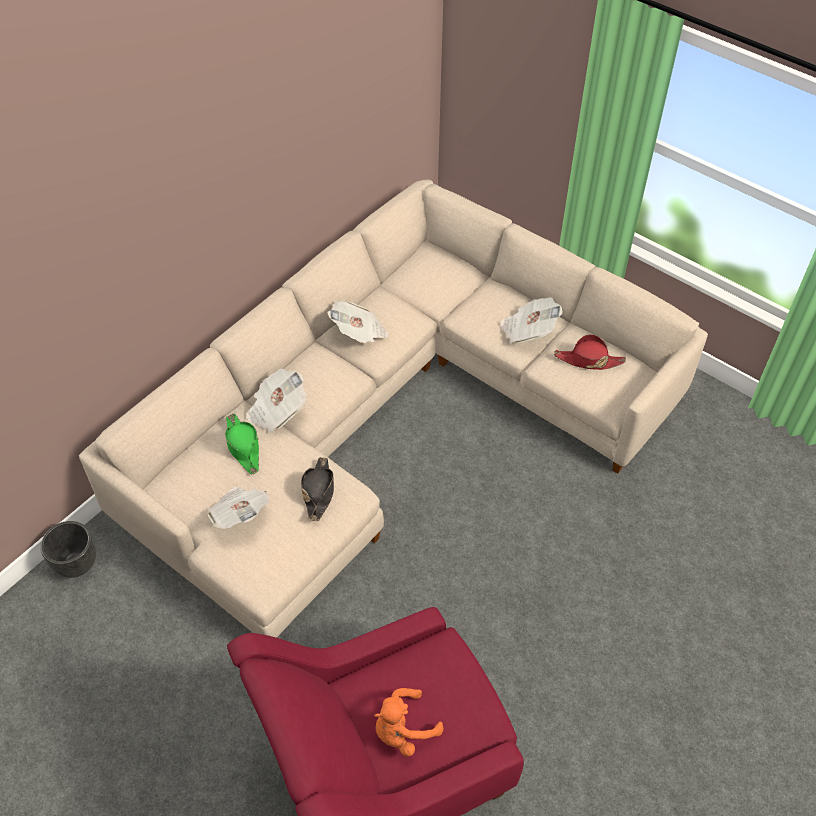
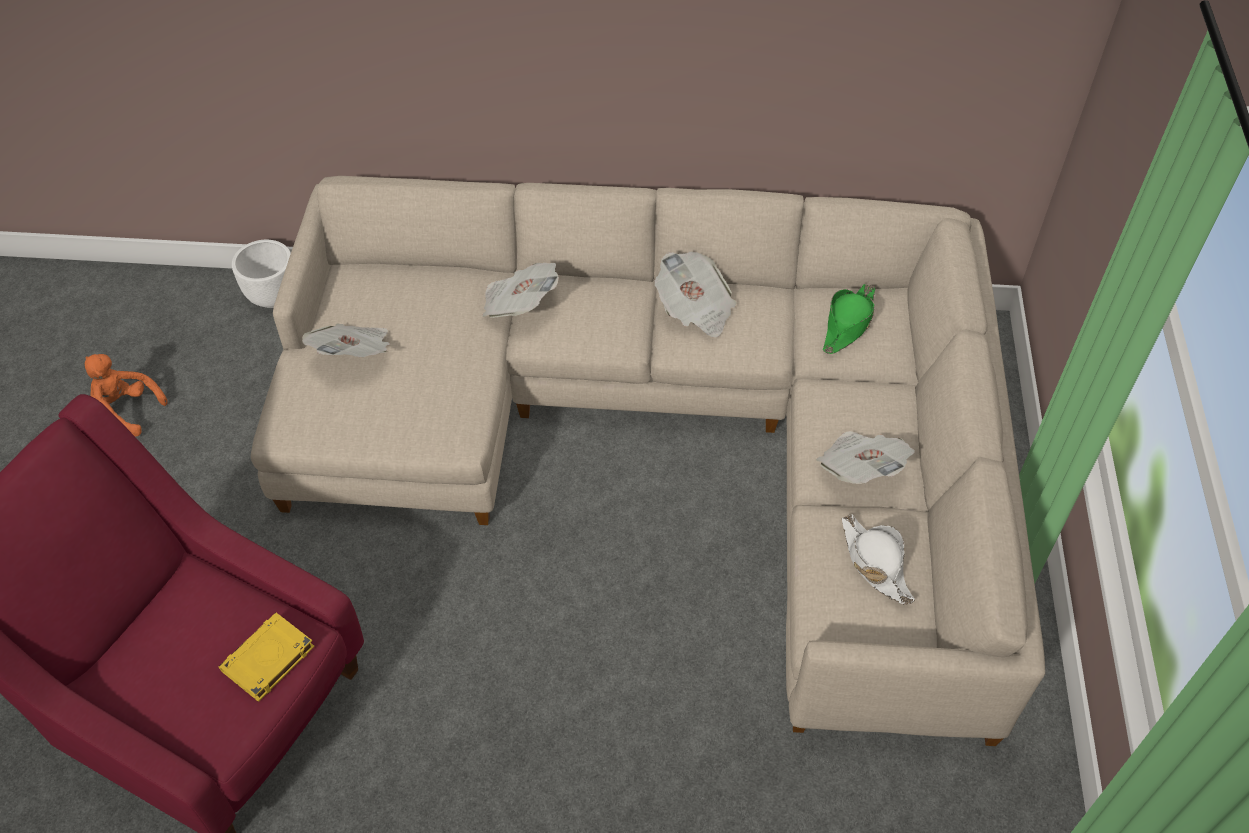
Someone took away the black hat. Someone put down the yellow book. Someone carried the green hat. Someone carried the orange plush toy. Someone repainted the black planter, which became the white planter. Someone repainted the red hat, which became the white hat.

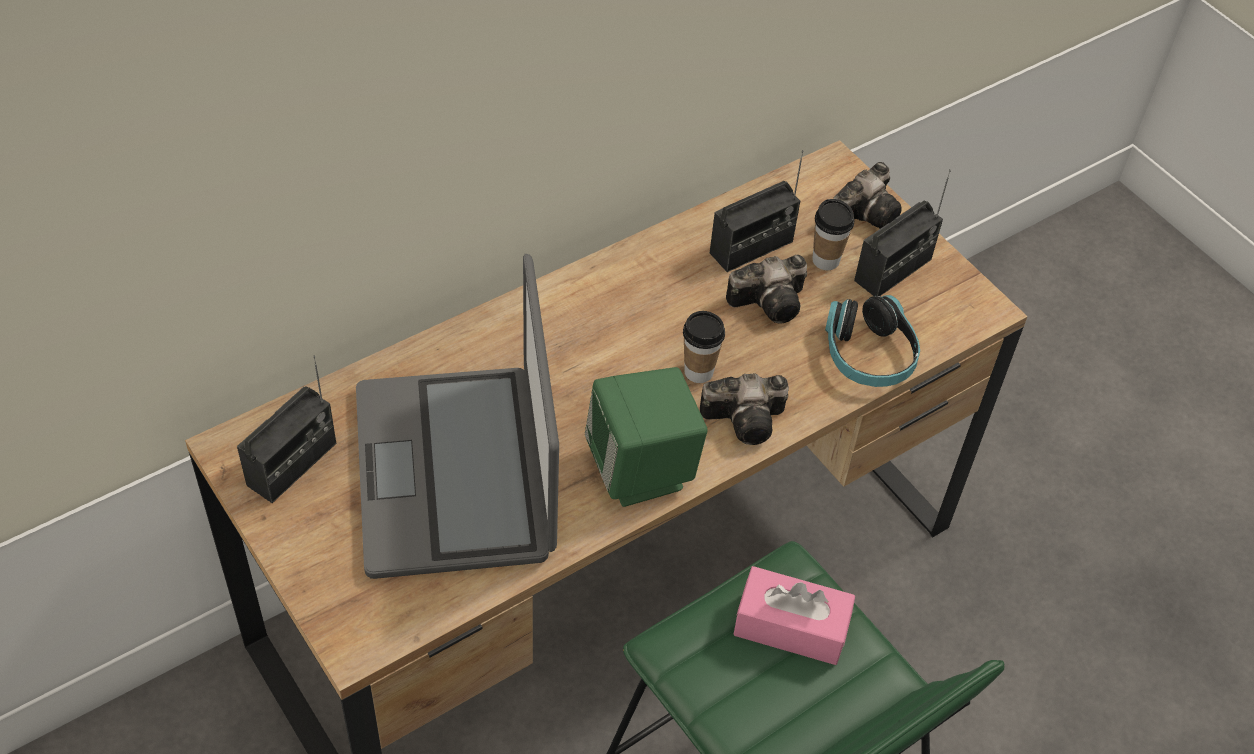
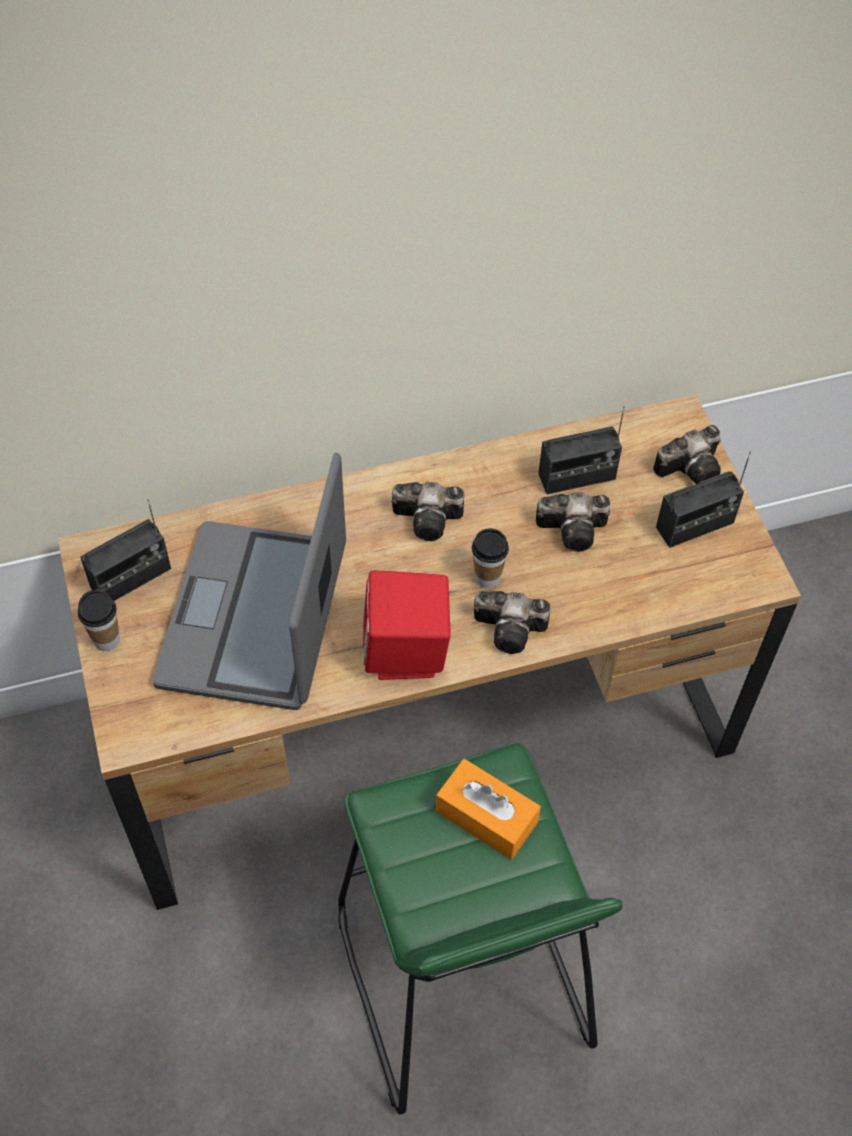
Someone took away the headphones. Someone put down the photo camera (no. 1 from left). Someone carried the cup (no. 2 from left in the first image). Someone repainted the green speaker, which became the red speaker. Someone repainted the pink tissue box, which became the orange tissue box.

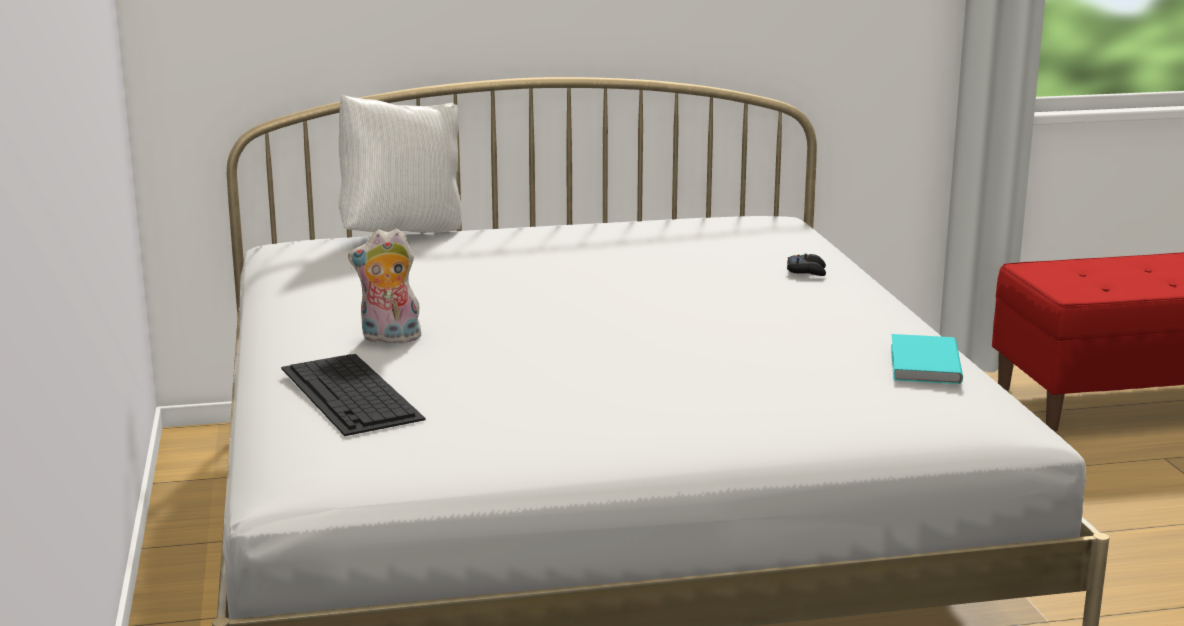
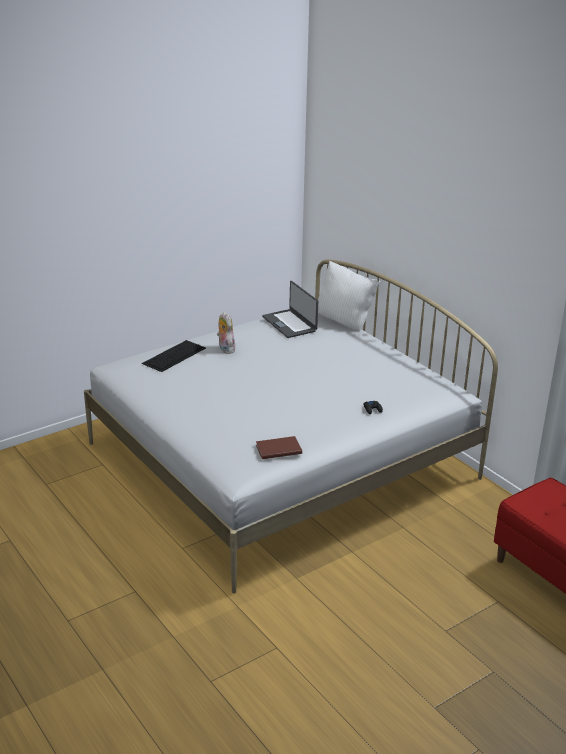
Someone put down the laptop. Someone repainted the turquoise book, which became the brown book.

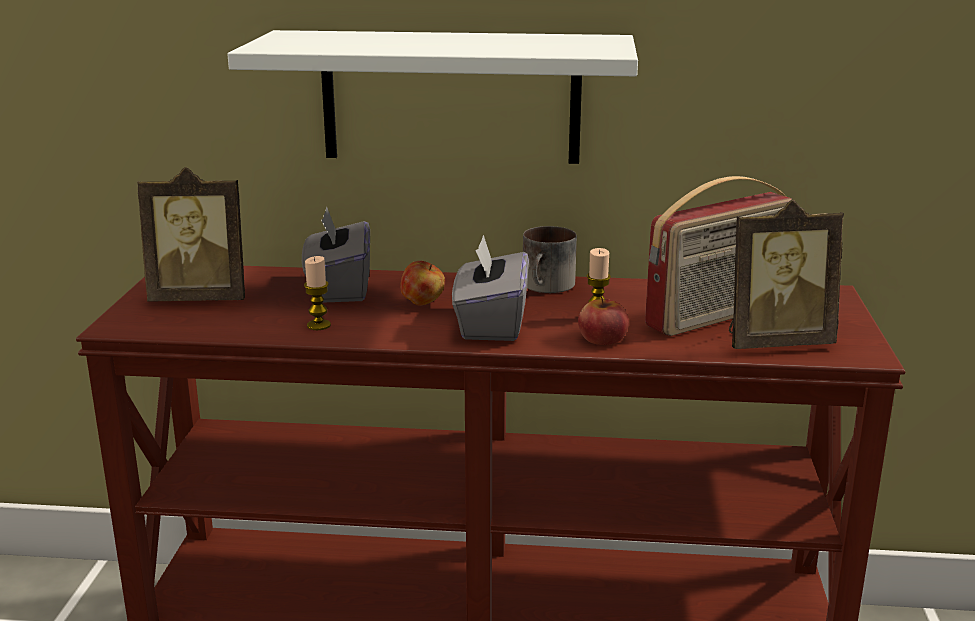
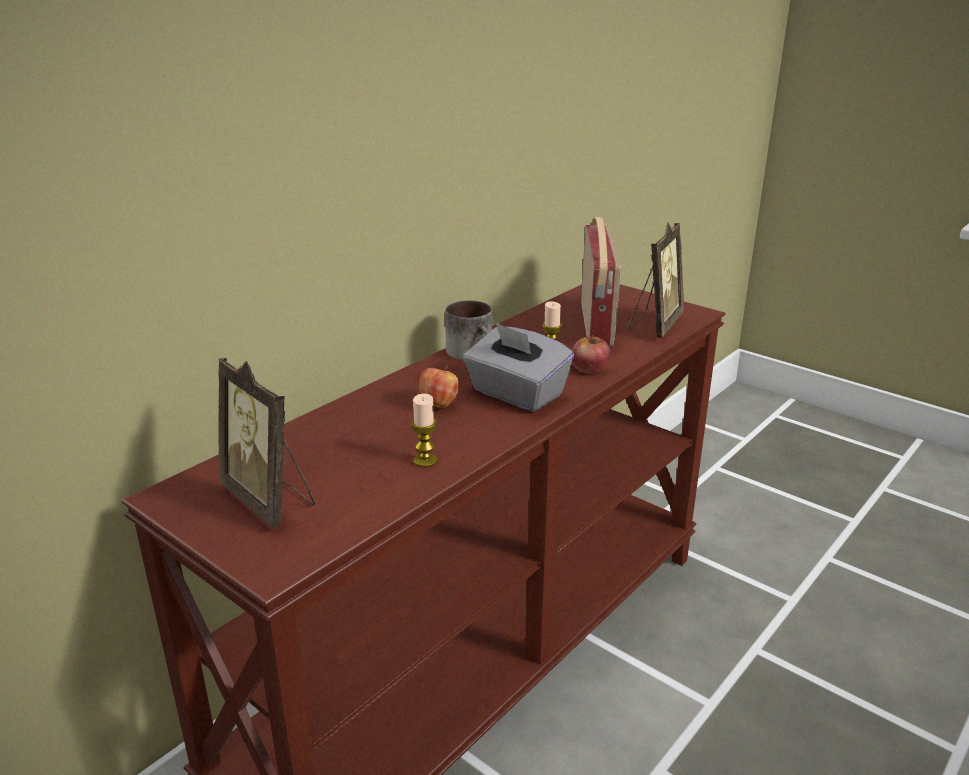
Someone took away the white shelf. Someone took away the grey tissue box (no. 1 from left). Someone rotated the picture frame (no. 1 from left) by 105 degrees clockwise.

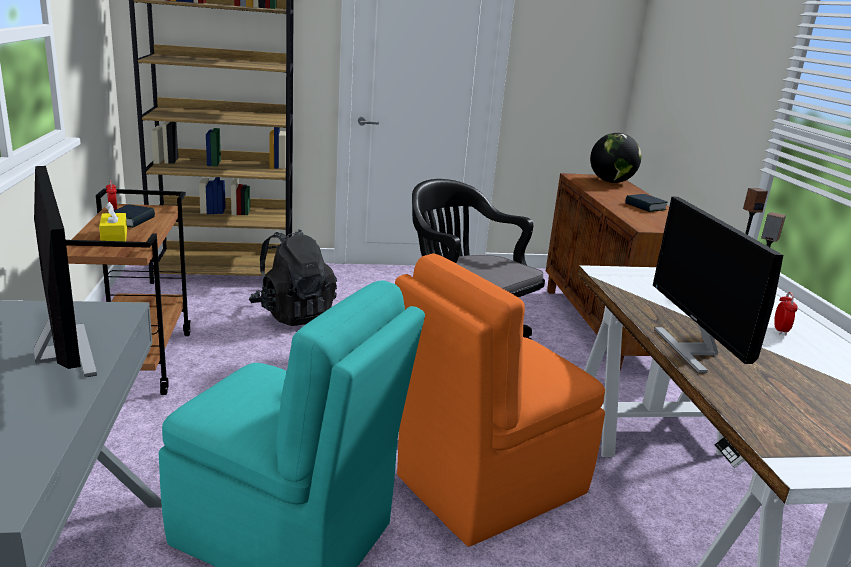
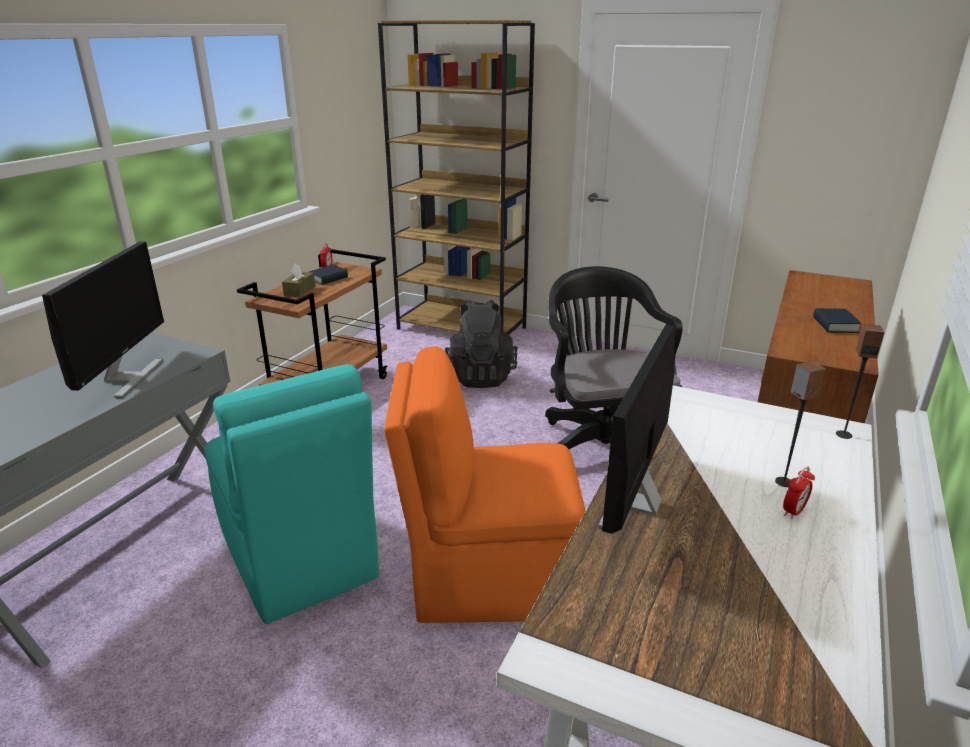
Someone took away the globe. Someone repainted the yellow tissue box, which became the brown tissue box.

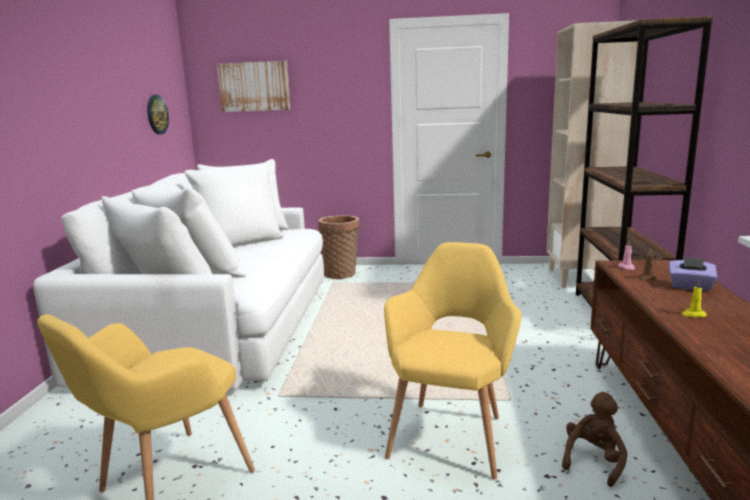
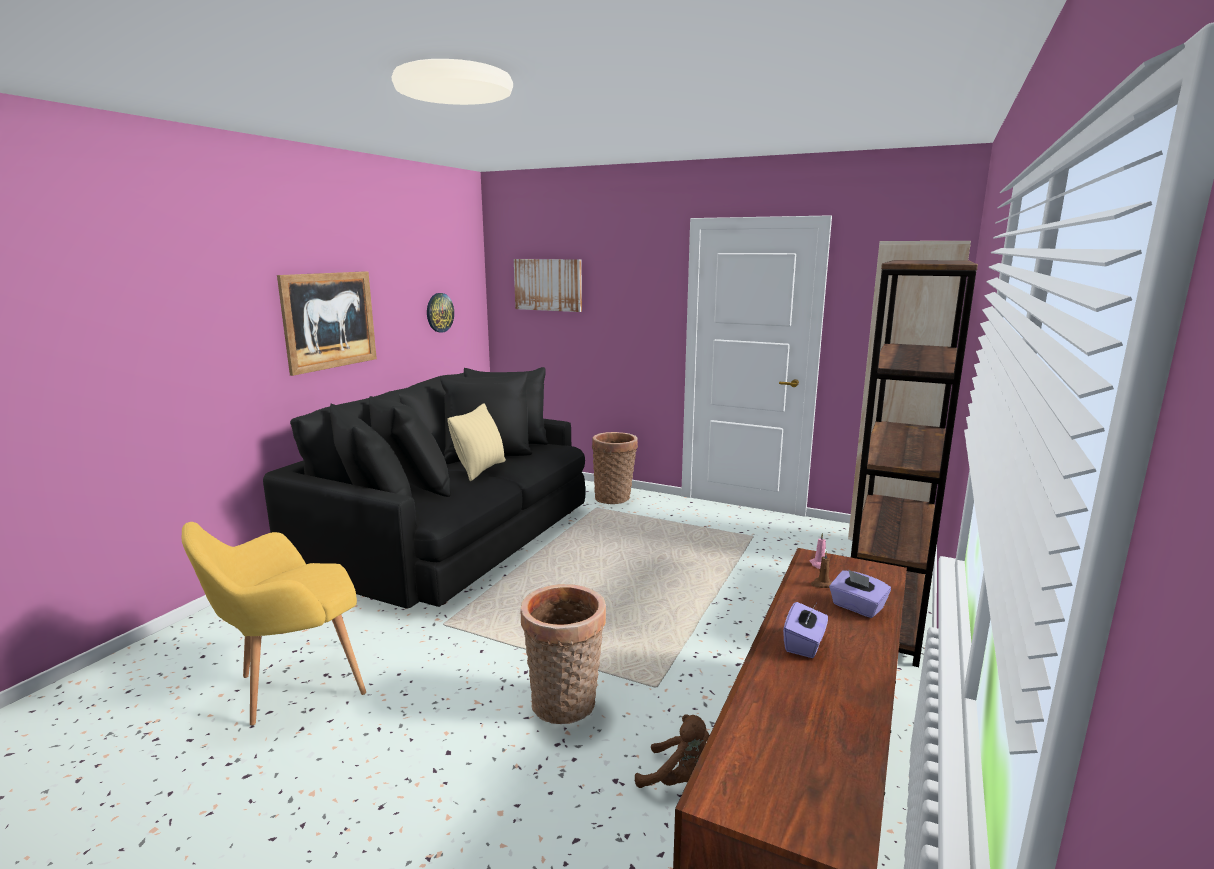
Someone put up the picture (no. 1 from left). Someone put down the beige pillow. Someone swapped the yellow armchair (no. 2 from left) for the basket (no. 1 from left). Someone swapped the yellow candle for the purple tissue box (no. 1 from left). Someone repainted the white sofa, which became the black sofa. Someone rotated the brown plush toy by 60 degrees clockwise.

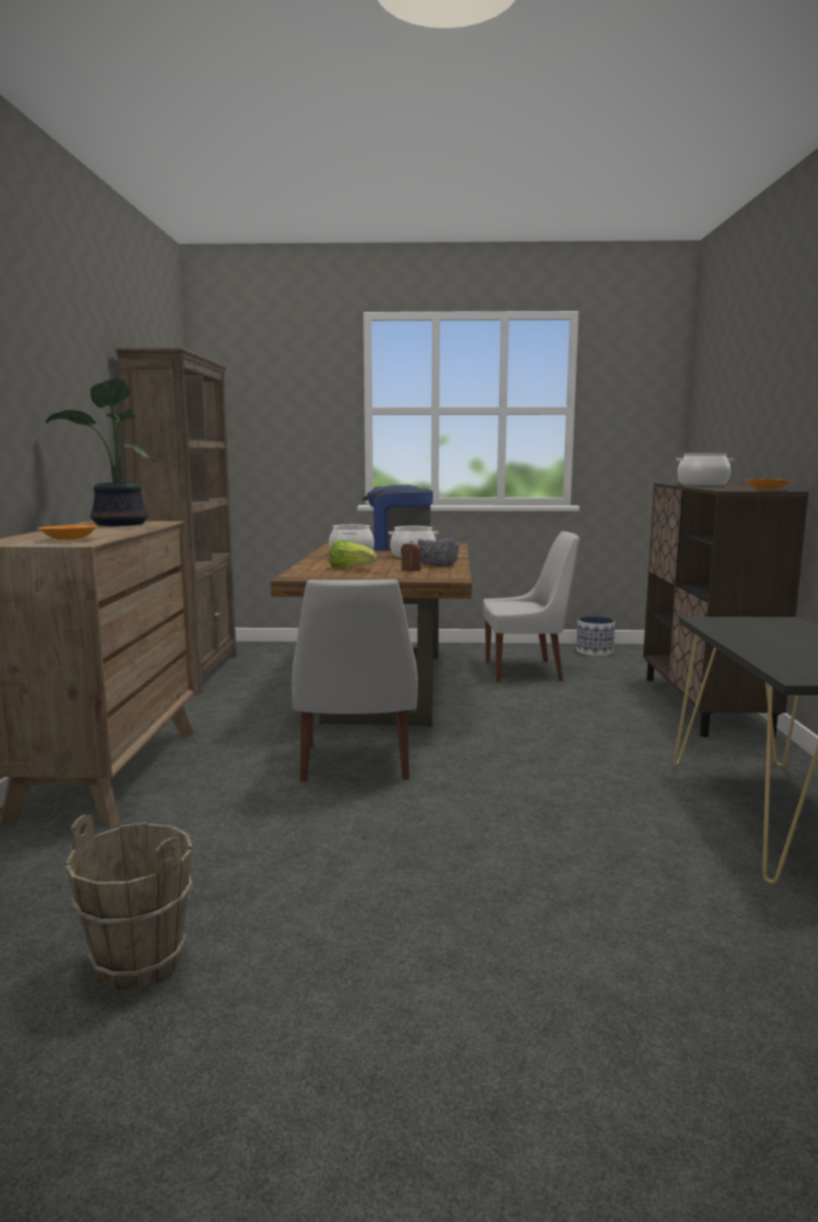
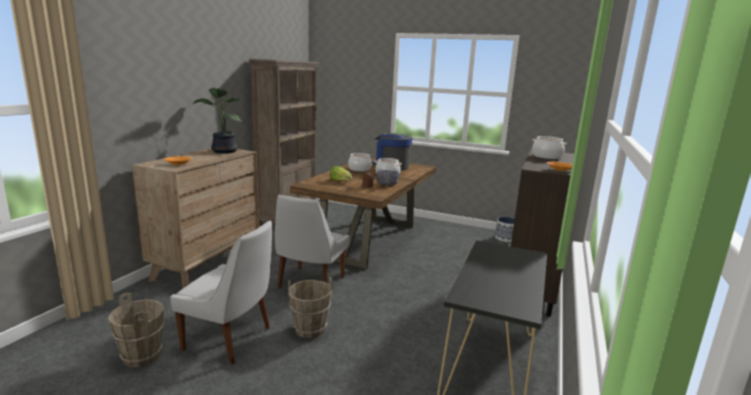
Someone put down the brown bucket (no. 2 from left). Someone carried the white chair (no. 2 from left in the first image).

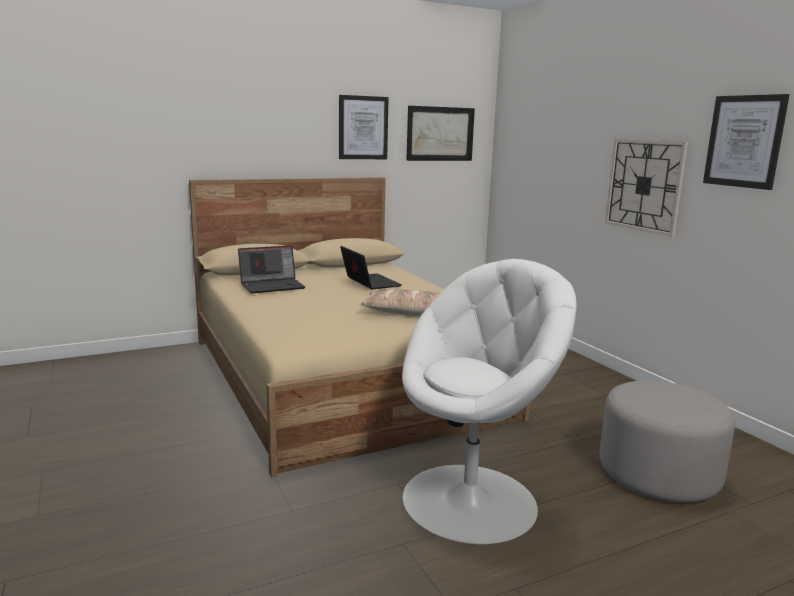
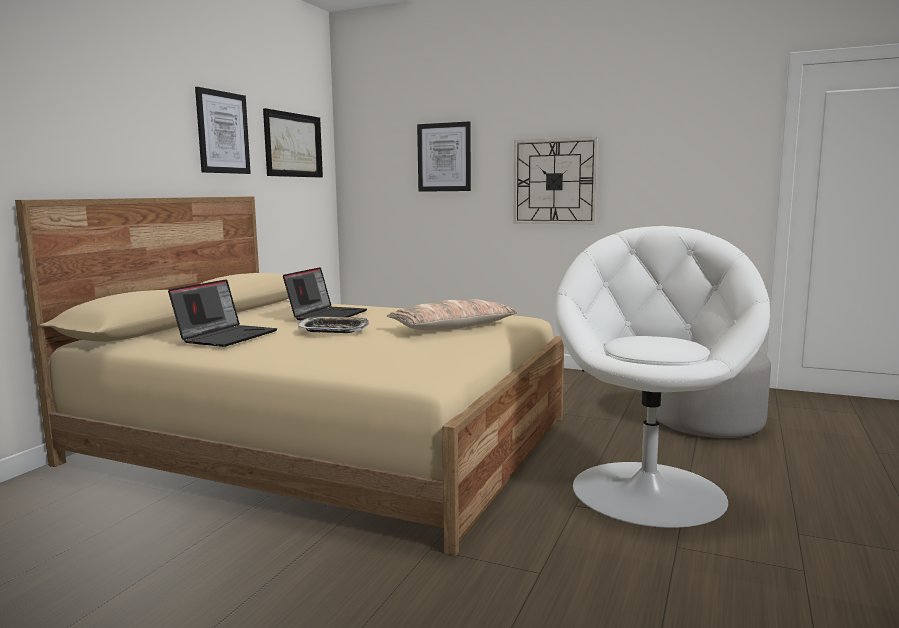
Someone put down the tray. Someone carried the picture (no. 3 from left). Someone rotated the laptop (no. 2 from left) by 90 degrees clockwise.

